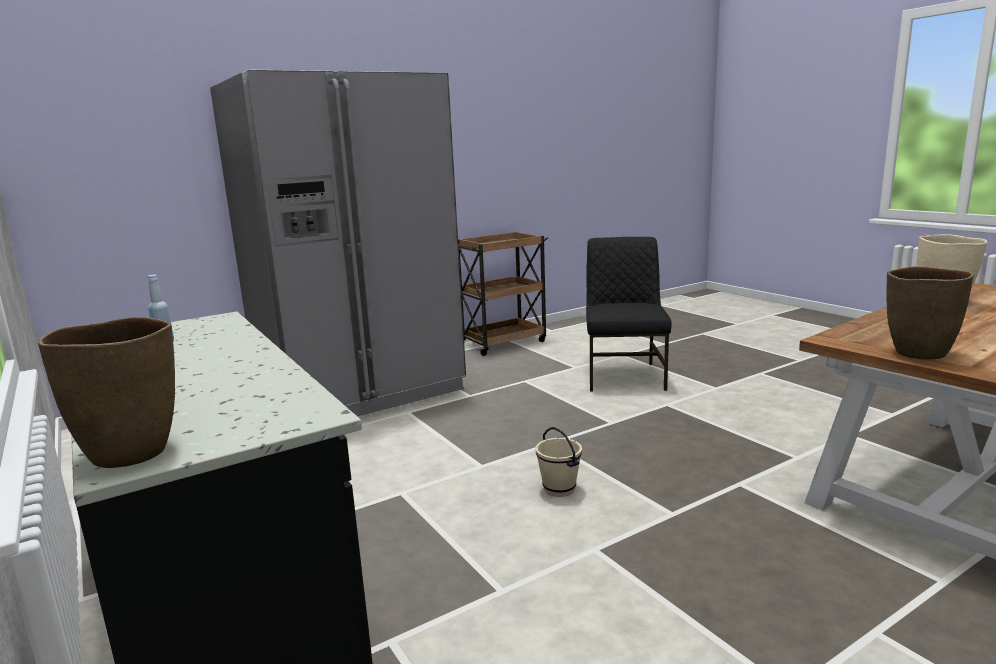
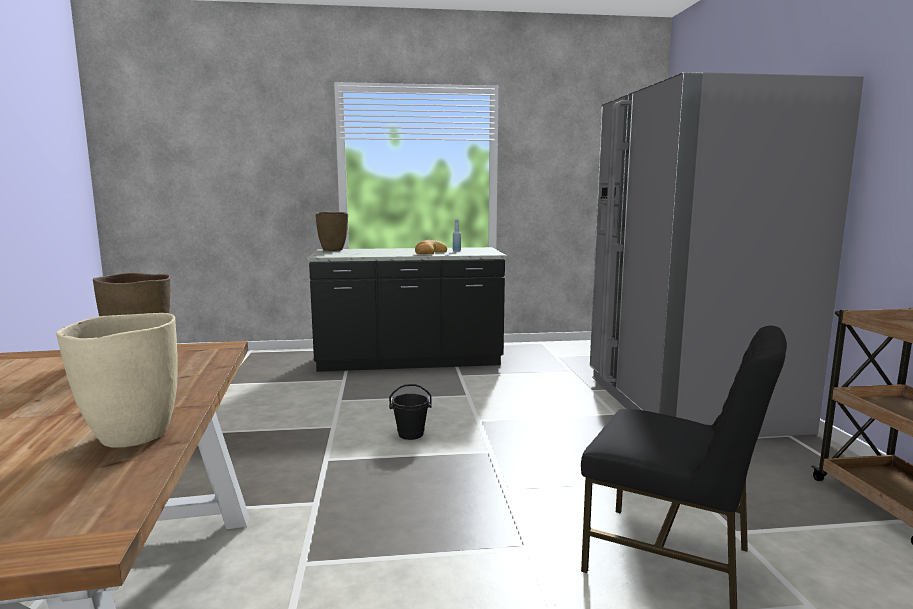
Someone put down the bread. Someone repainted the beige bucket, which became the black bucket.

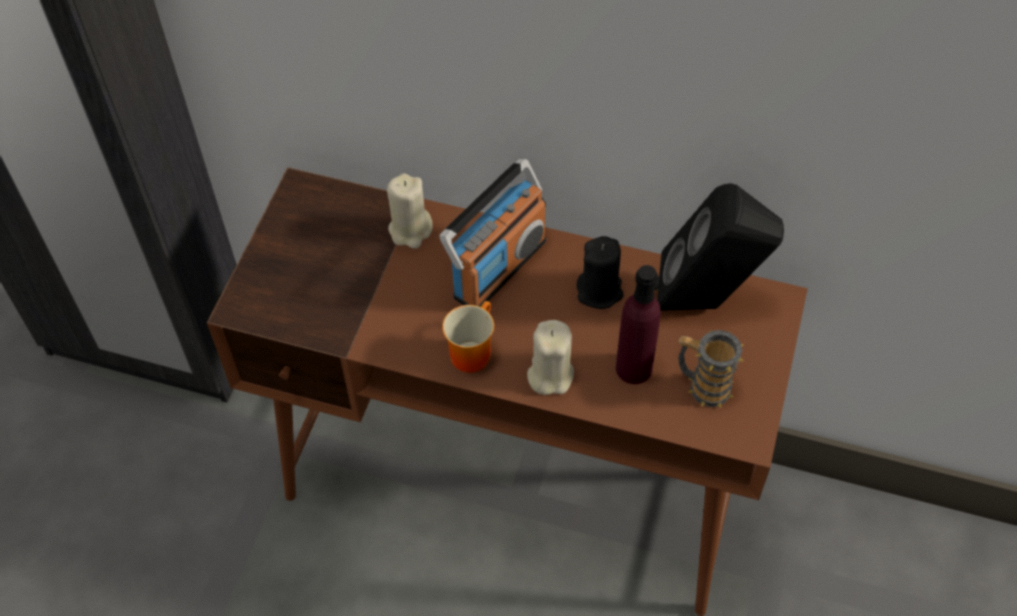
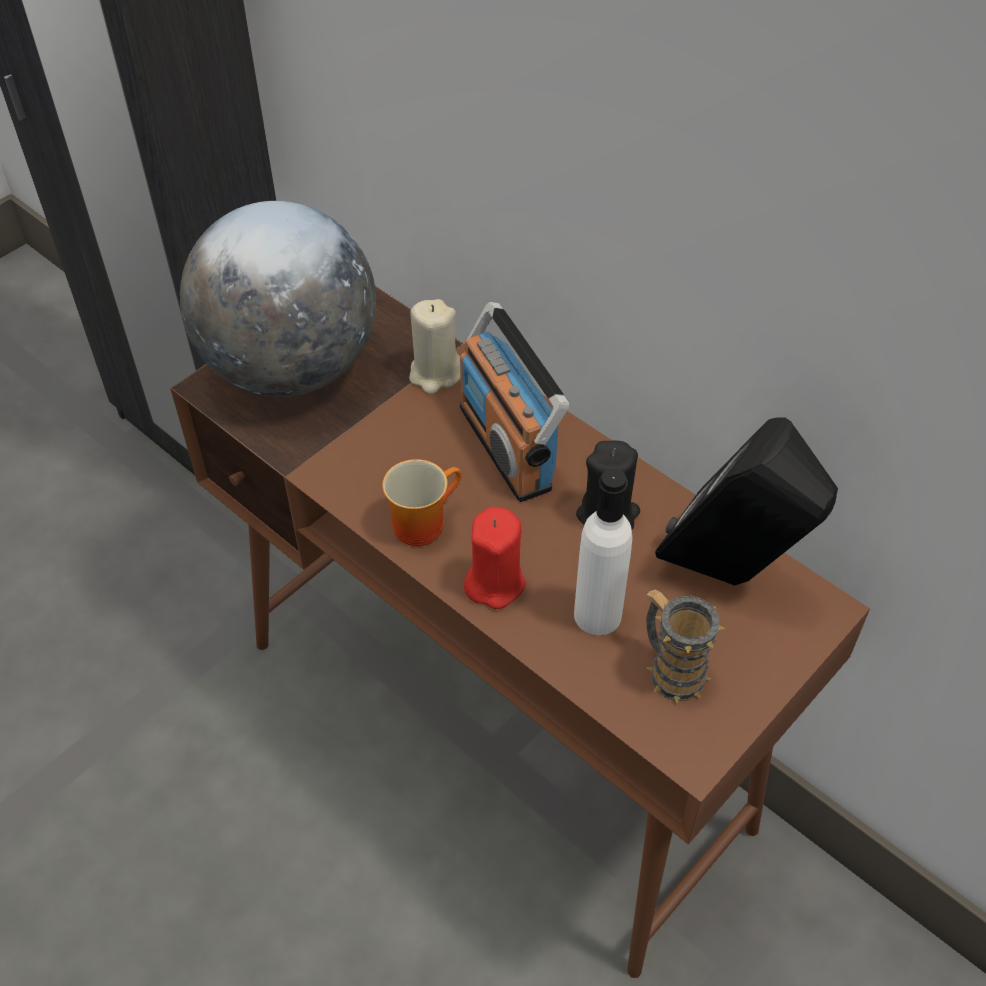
Someone put down the globe. Someone repainted the beige candle (no. 2 from left), which became the red candle. Someone repainted the purple bottle, which became the white bottle. Someone rotated the radio by 90 degrees clockwise.

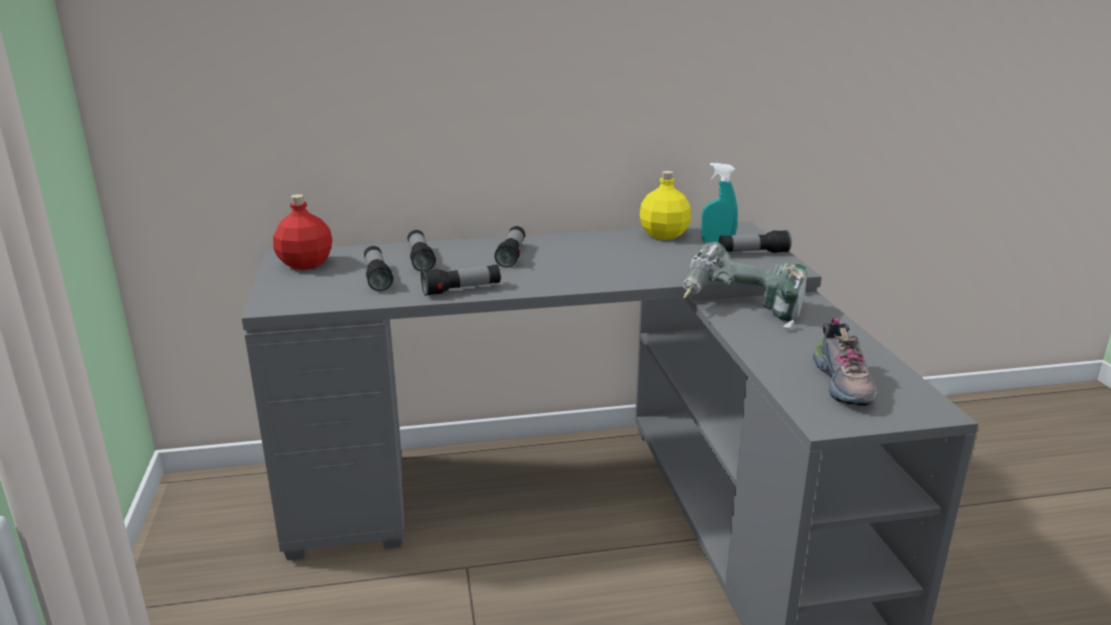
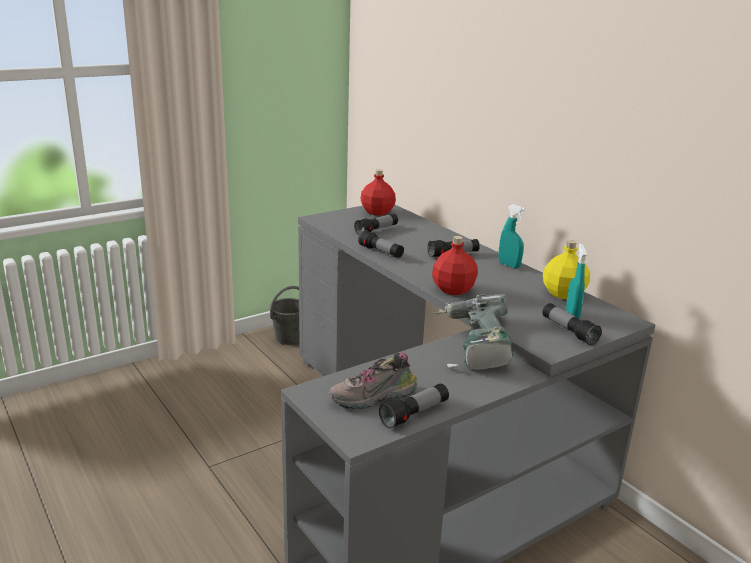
Someone put down the grey bucket. Someone put down the red bottle (no. 2 from left). Someone put down the turquoise spray bottle (no. 1 from left). Someone carried the flashlight (no. 2 from left in the first image).

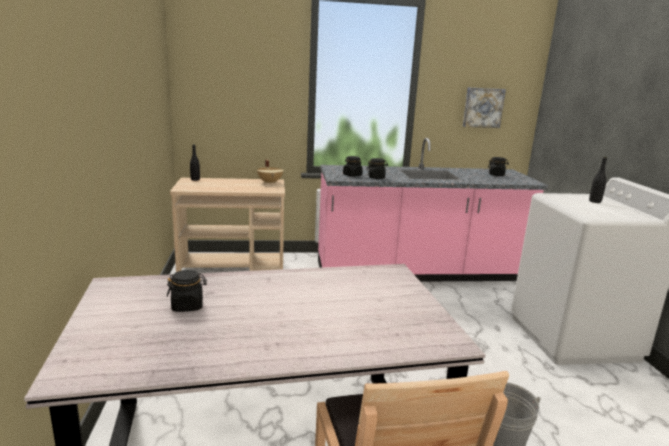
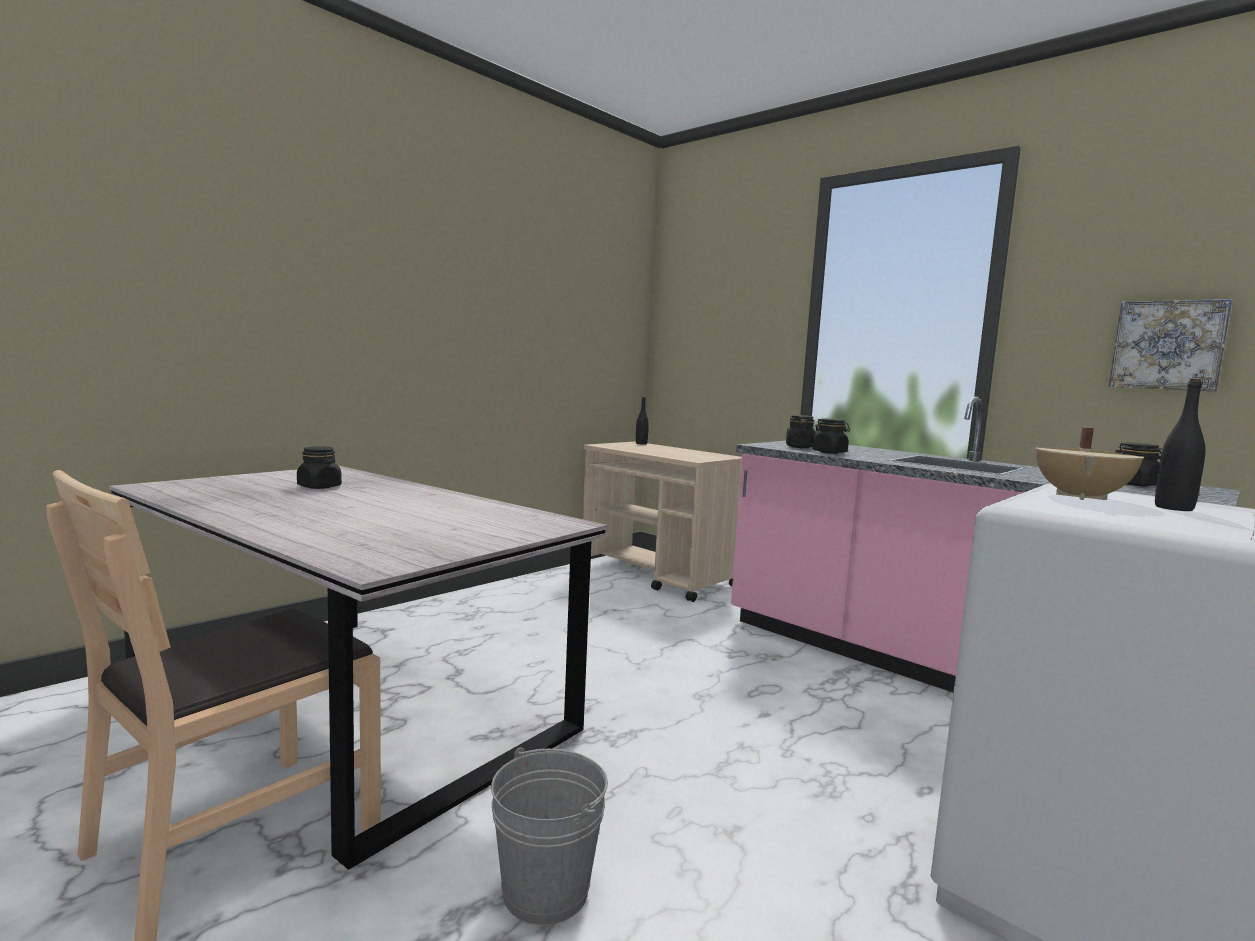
Someone carried the beige cooking pot.

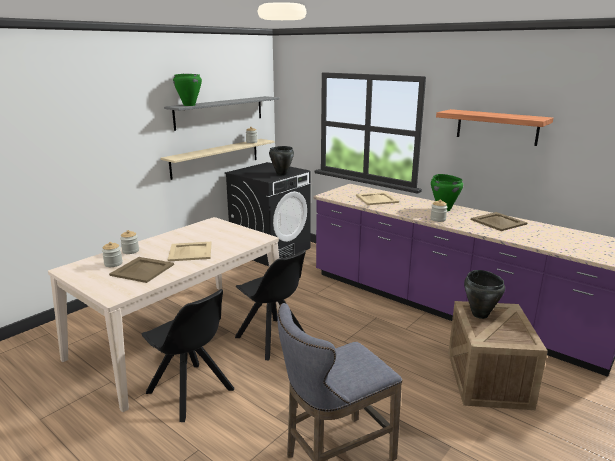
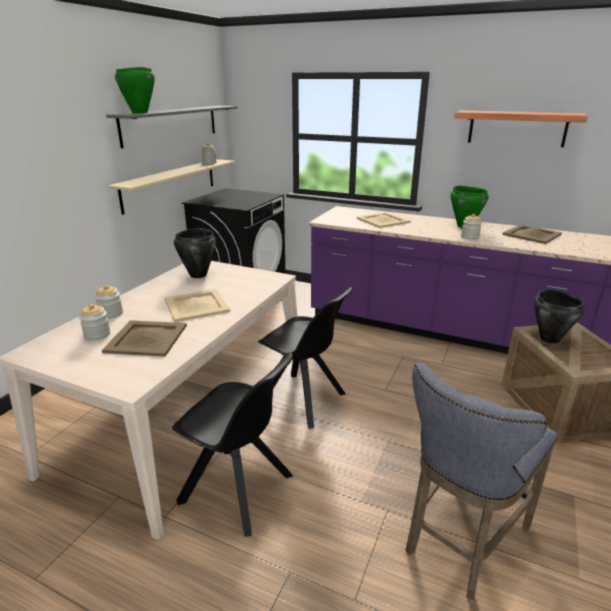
Someone carried the black cooking pot (no. 1 from left).

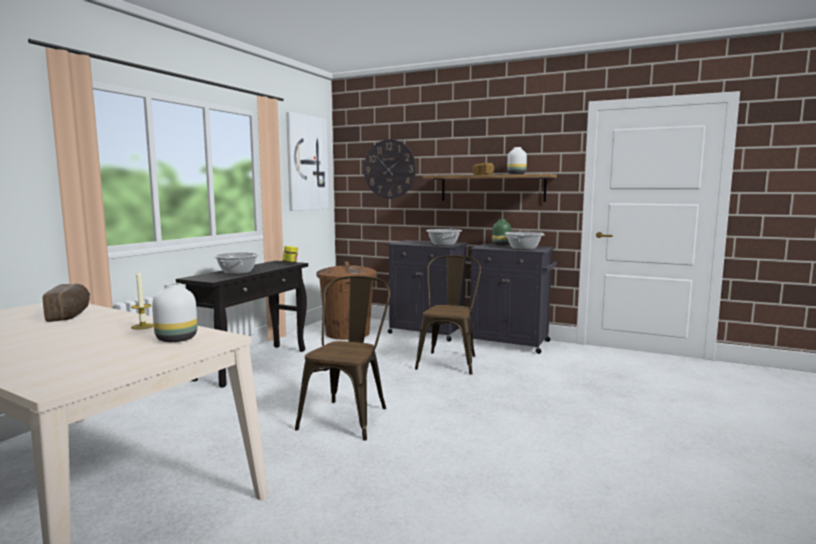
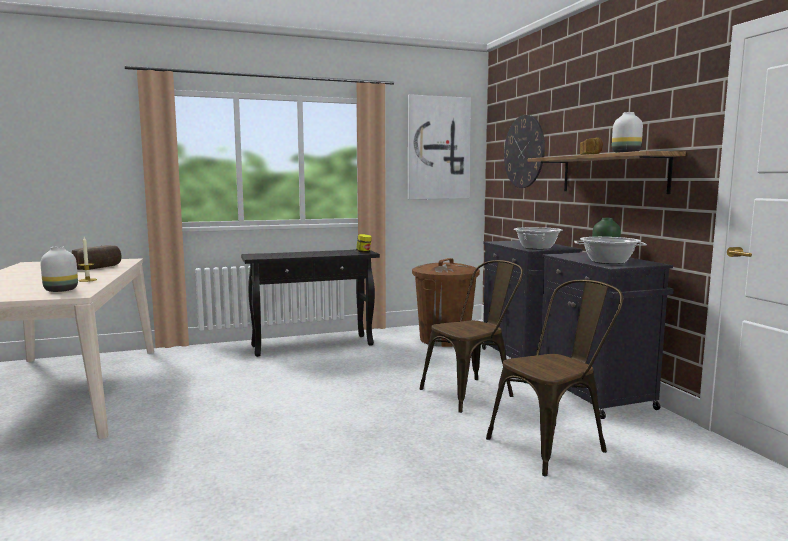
Someone took away the cooking pot (no. 1 from left). Someone carried the brown chair (no. 1 from left in the first image).

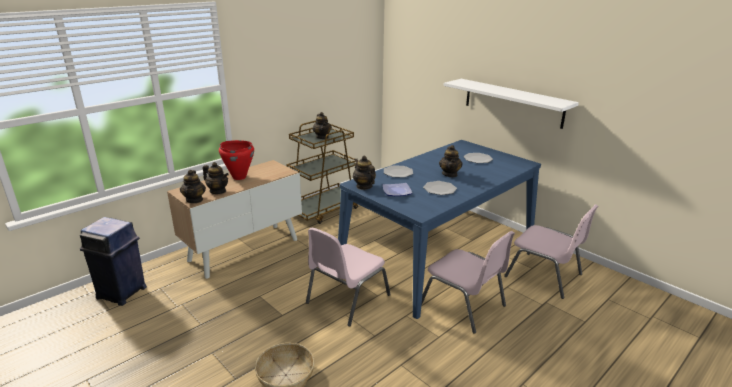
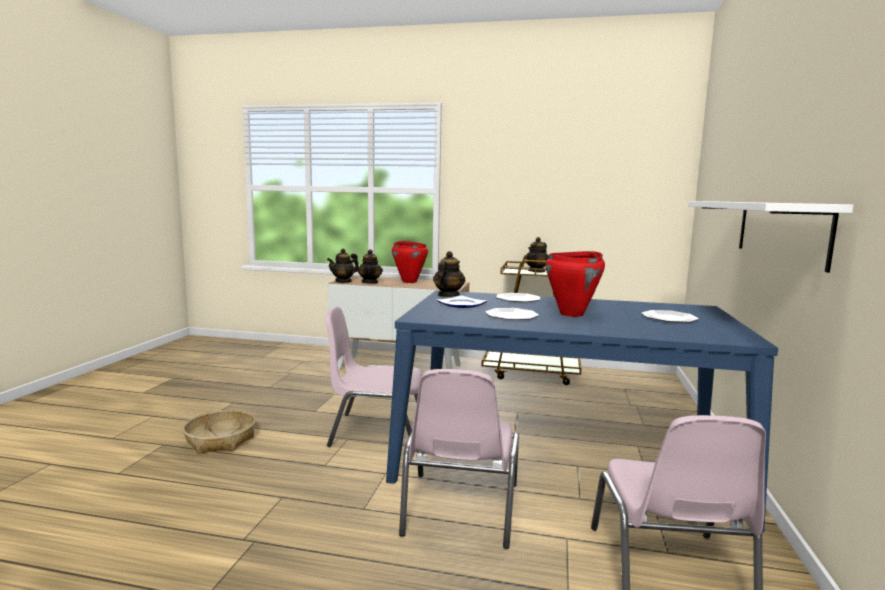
Someone took away the blue trash can. Someone swapped the teapot (no. 5 from left) for the red cooking pot (no. 2 from left).

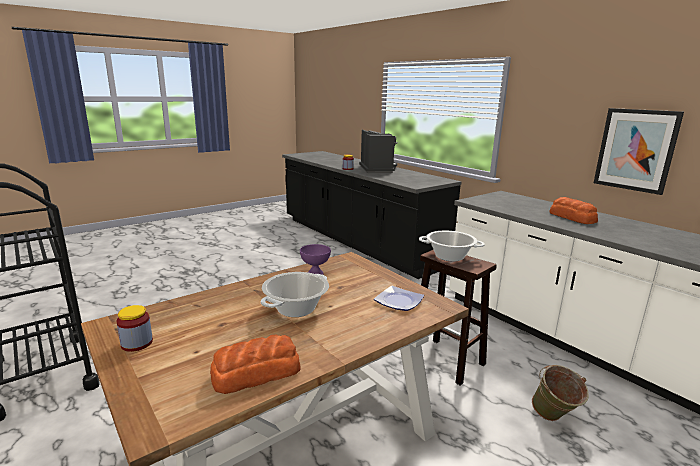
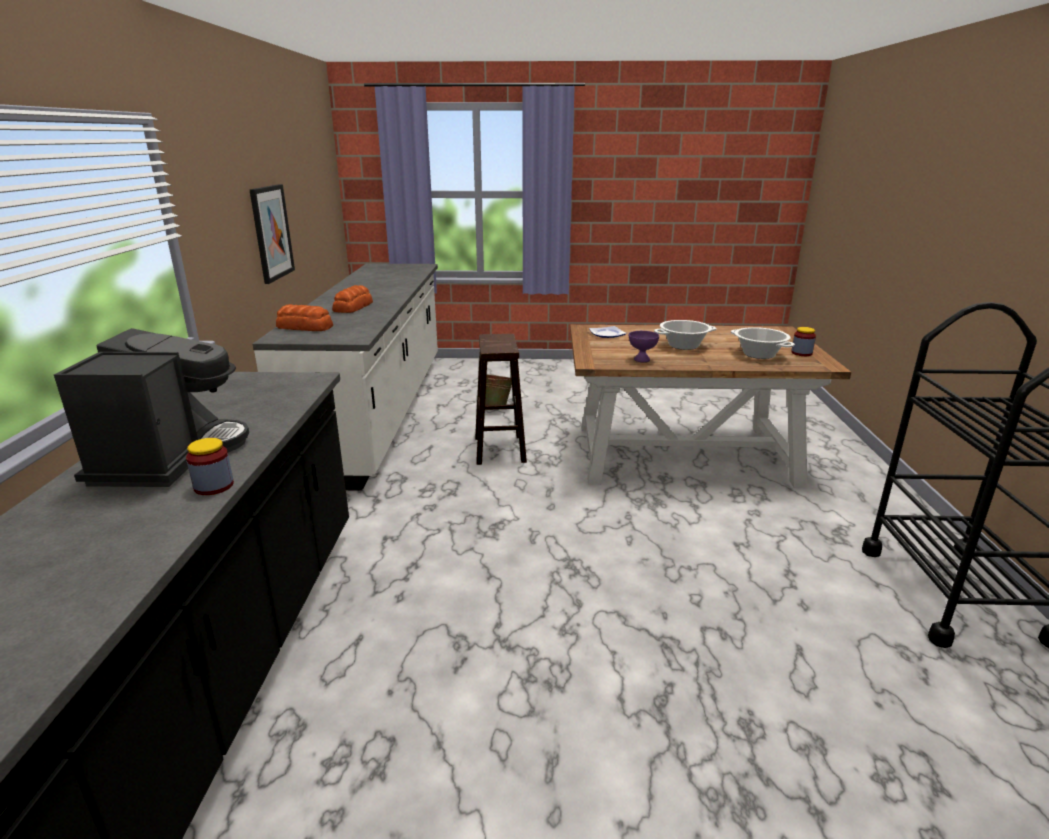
Someone carried the bread (no. 1 from left). Someone carried the cooking pot (no. 2 from left). Someone rotated the coffee machine by 150 degrees clockwise.

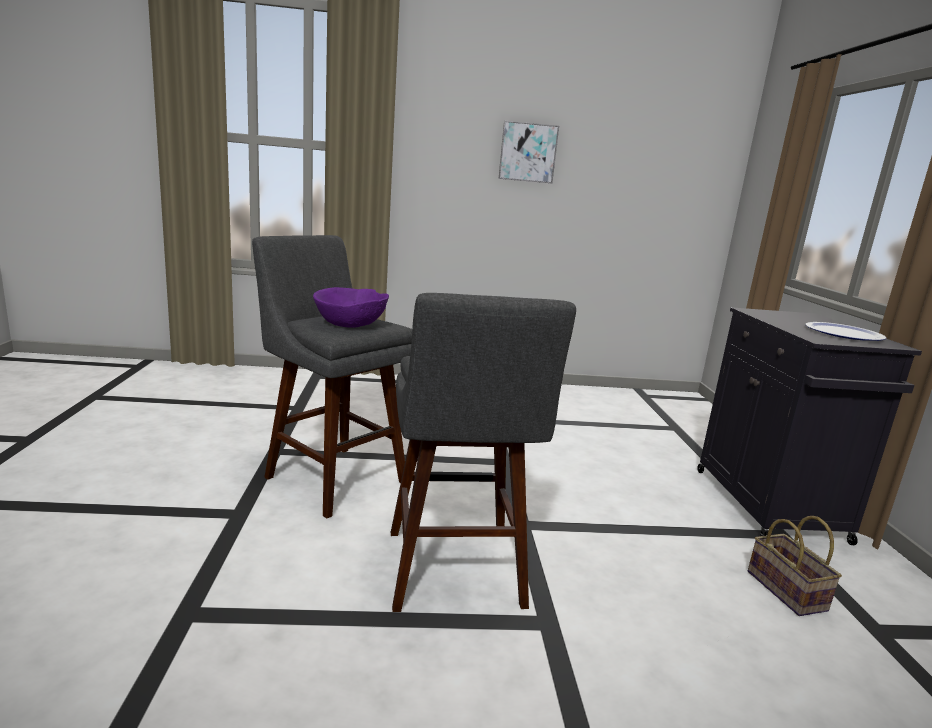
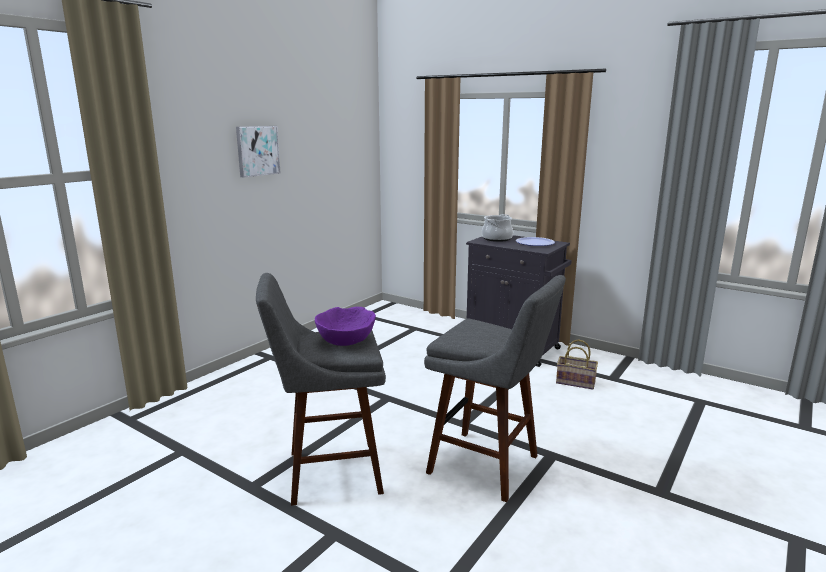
Someone put down the cooking pot.

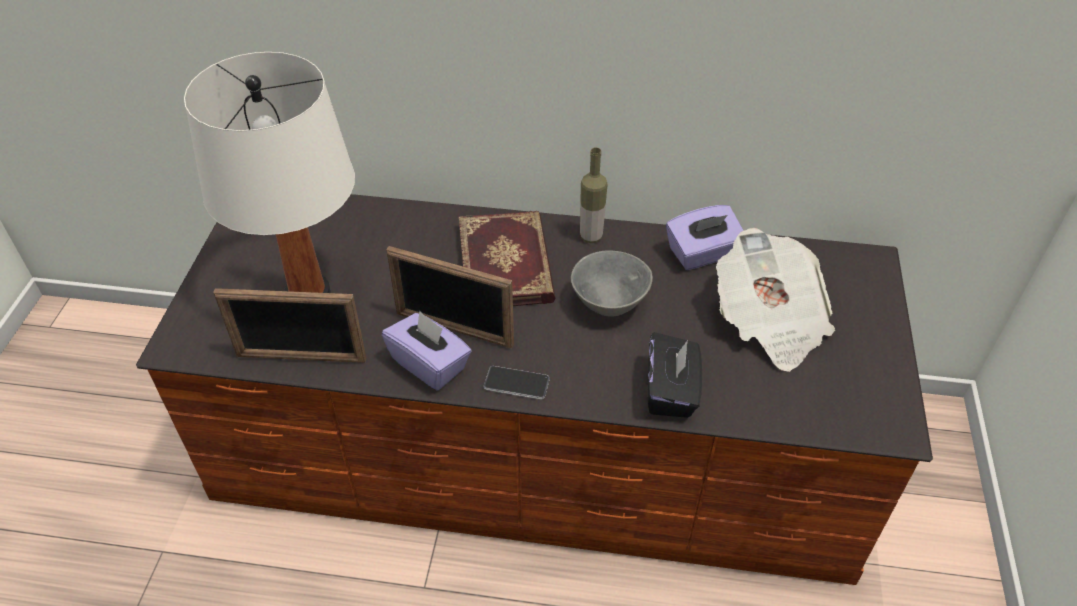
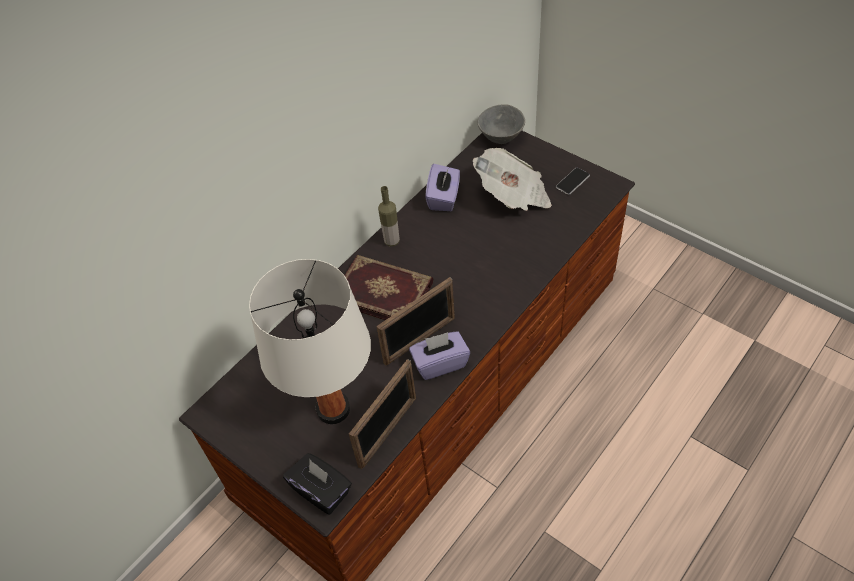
Someone carried the phone. Someone carried the grey bowl. Someone carried the black tissue box.

